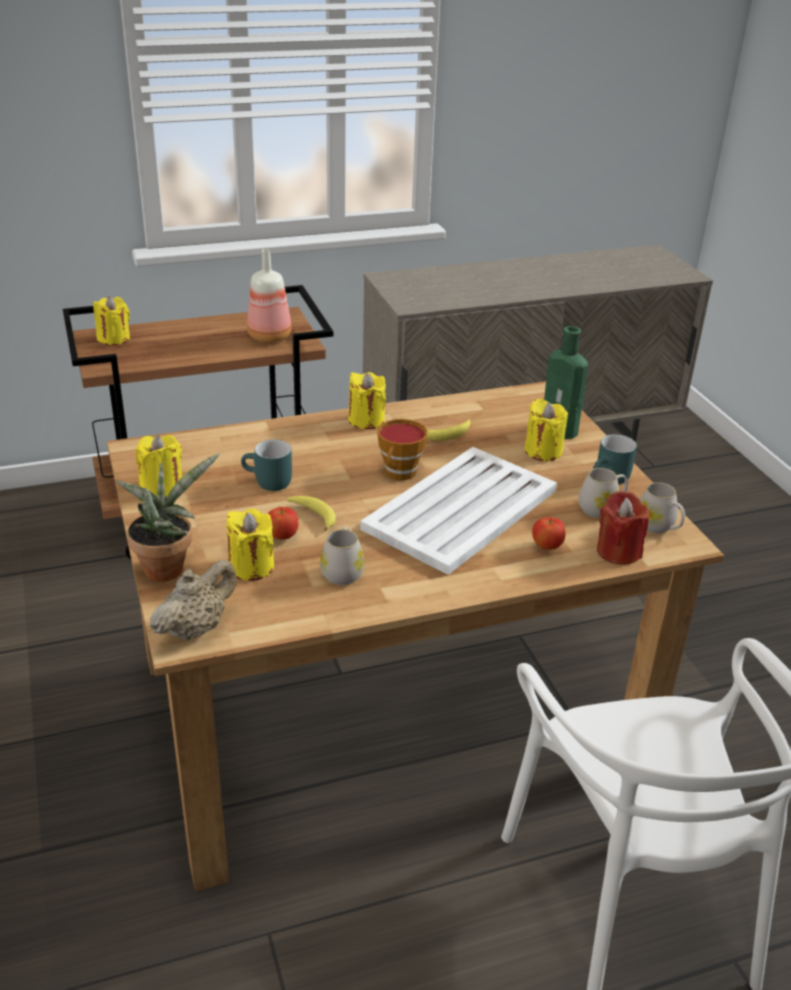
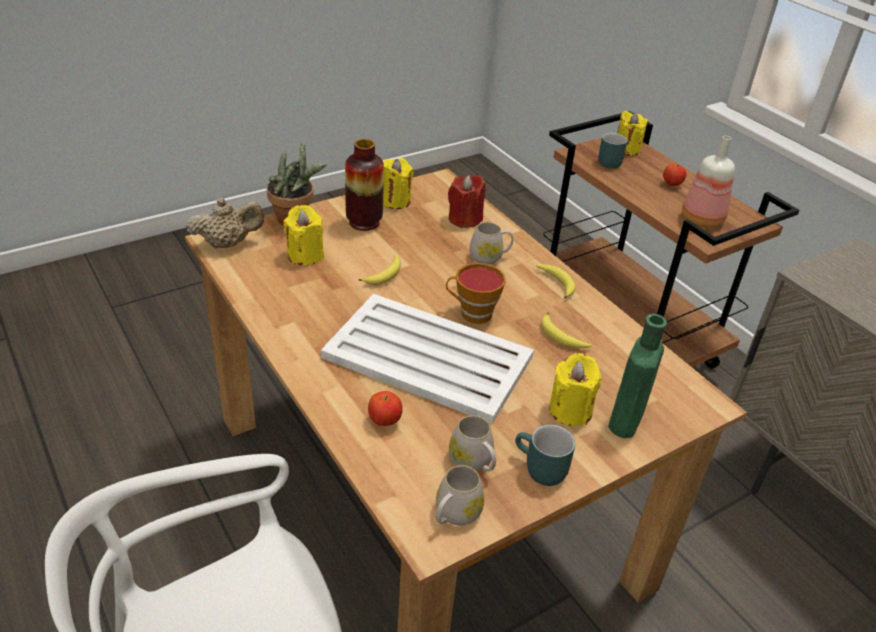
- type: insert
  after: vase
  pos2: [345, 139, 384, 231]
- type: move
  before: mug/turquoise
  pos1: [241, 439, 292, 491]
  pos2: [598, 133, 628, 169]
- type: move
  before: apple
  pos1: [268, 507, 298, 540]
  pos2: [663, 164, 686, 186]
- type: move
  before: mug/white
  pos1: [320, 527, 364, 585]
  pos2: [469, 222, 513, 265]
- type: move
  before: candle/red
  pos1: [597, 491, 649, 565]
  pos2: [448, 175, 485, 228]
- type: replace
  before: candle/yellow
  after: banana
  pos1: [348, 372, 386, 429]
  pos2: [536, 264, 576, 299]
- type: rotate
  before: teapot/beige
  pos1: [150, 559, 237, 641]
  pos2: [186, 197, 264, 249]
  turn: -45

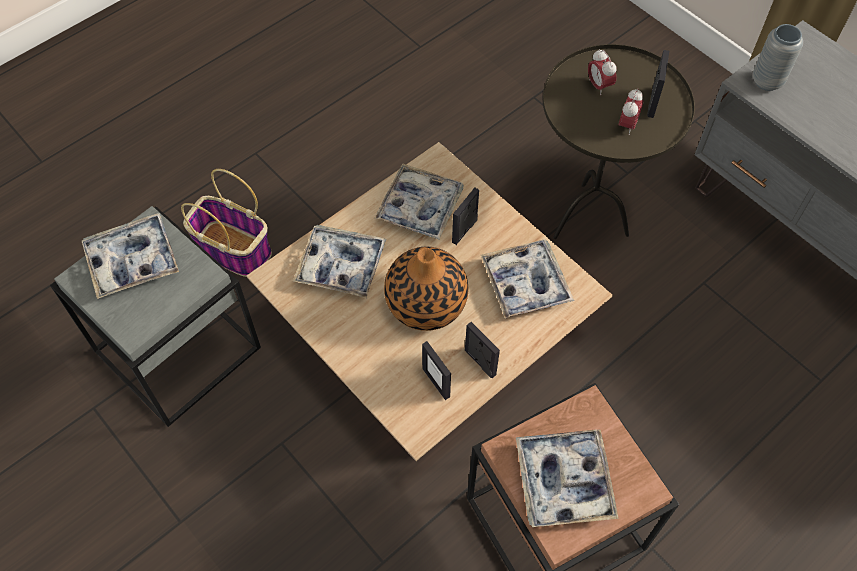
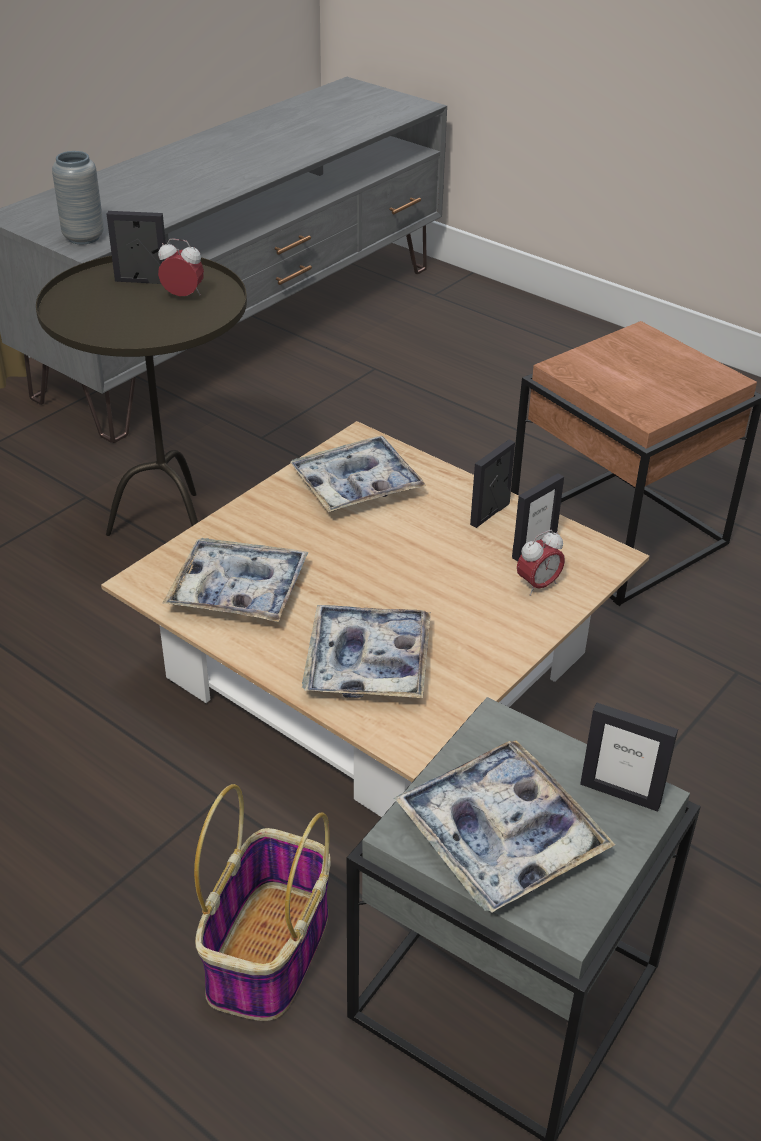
- type: delete
  before: vase
  pos1: [384, 247, 468, 331]
- type: delete
  before: tray
  pos1: [516, 430, 619, 527]
- type: move
  before: picture frame
  pos1: [452, 188, 479, 245]
  pos2: [580, 703, 678, 812]
- type: move
  before: alarm clock
  pos1: [588, 49, 617, 95]
  pos2: [517, 530, 565, 596]

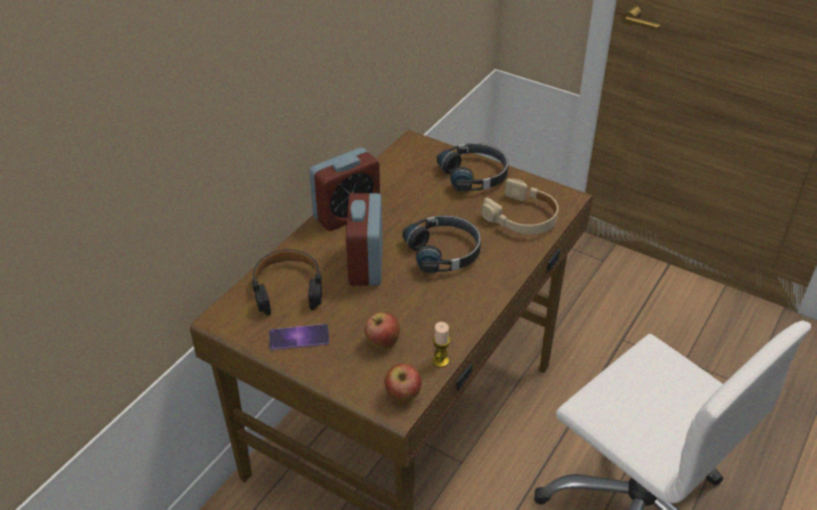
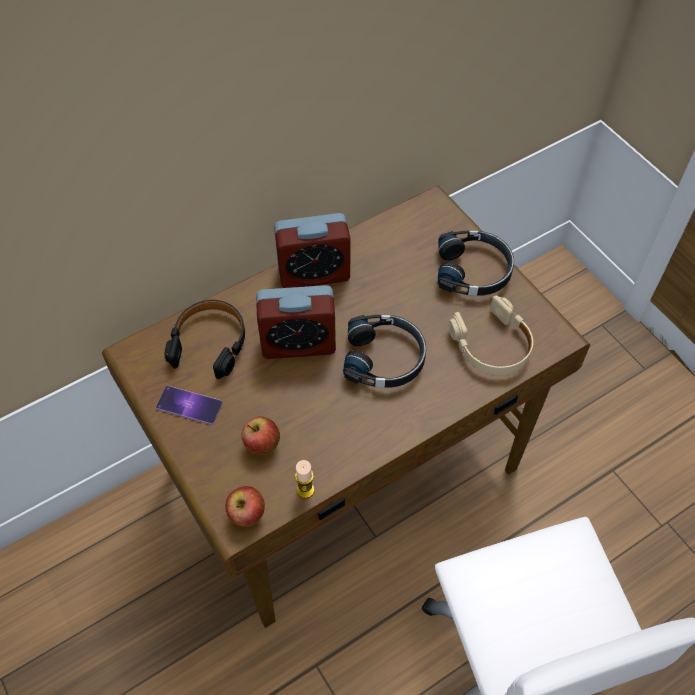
- type: rotate
  before: alarm clock
  pos1: [346, 193, 383, 285]
  pos2: [256, 285, 336, 359]
  turn: -120

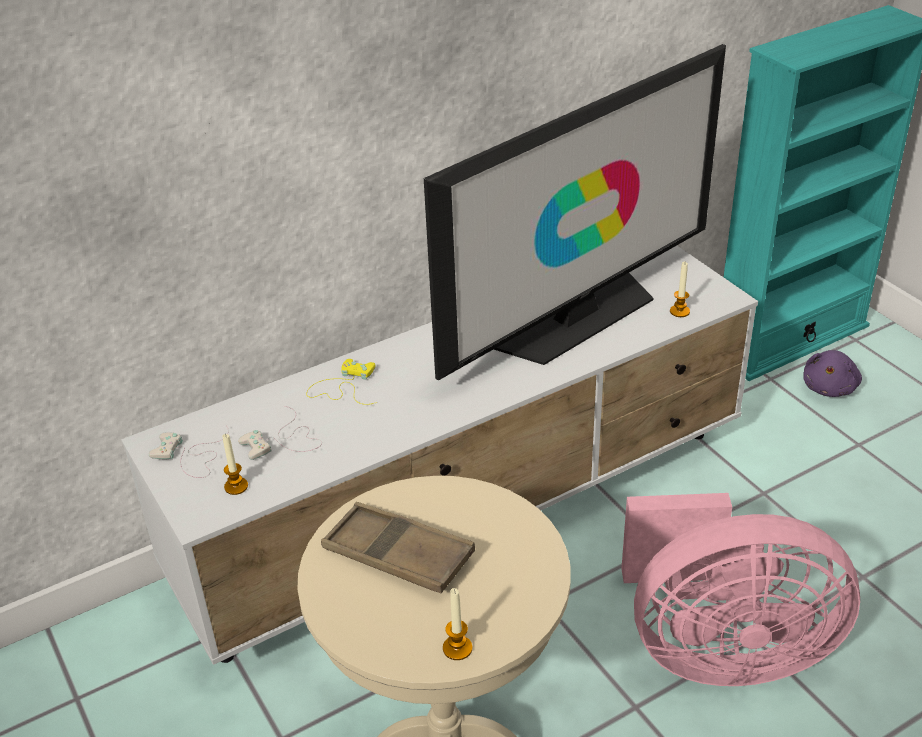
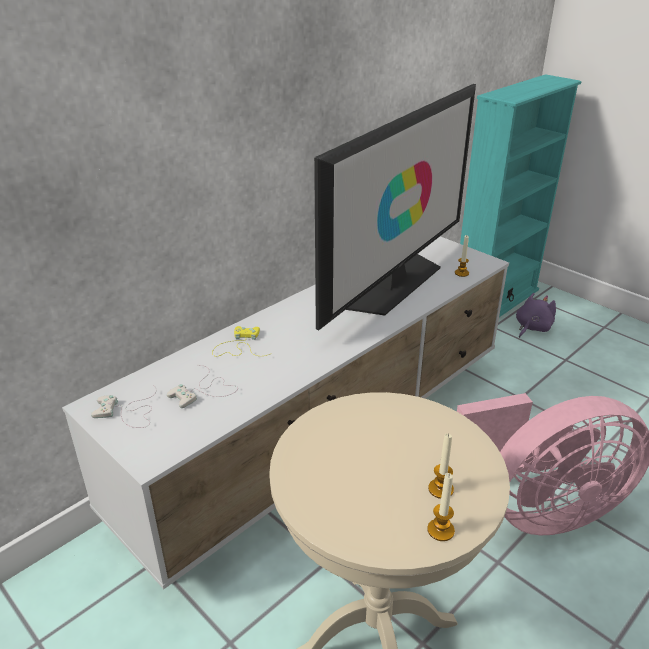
- type: delete
  before: tray/brown
  pos1: [321, 502, 475, 593]
- type: move
  before: candle
  pos1: [222, 434, 248, 495]
  pos2: [428, 433, 454, 499]
- type: rotate
  before: plush toy/purple
  pos1: [803, 350, 862, 397]
  pos2: [516, 293, 556, 338]
  turn: -150

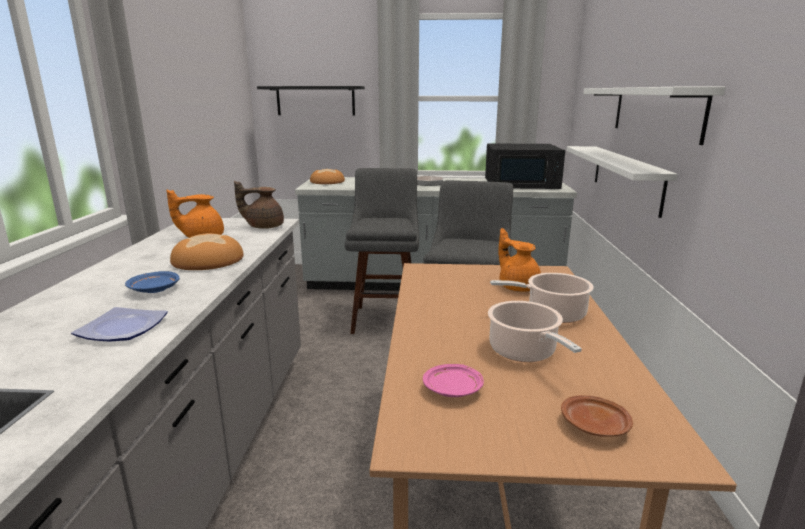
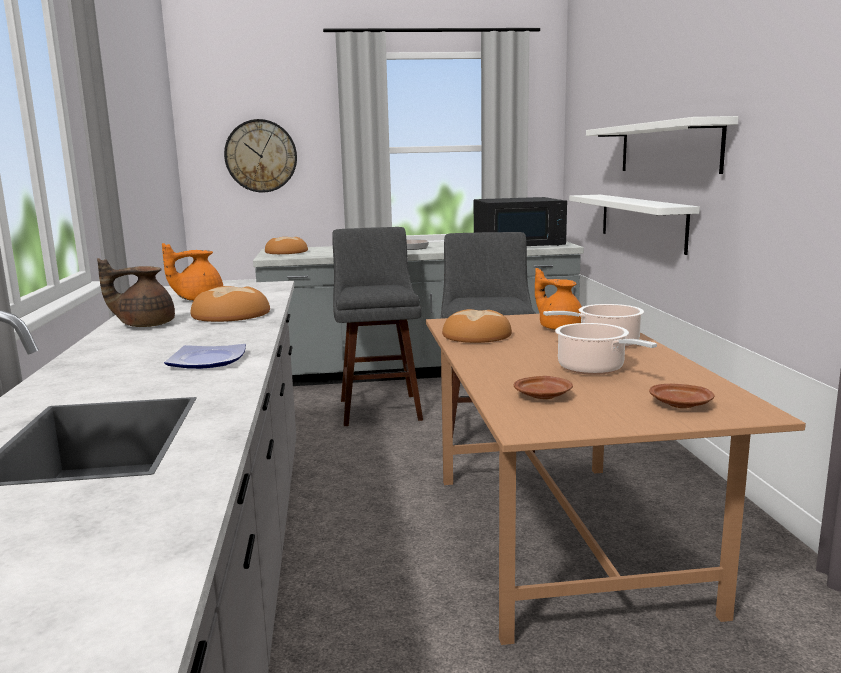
- type: delete
  before: plate/blue
  pos1: [125, 271, 180, 293]
- type: insert
  after: bread
  pos2: [442, 309, 512, 343]
- type: move
  before: teapot/brown
  pos1: [234, 181, 284, 229]
  pos2: [97, 258, 175, 327]
- type: replace
  before: shelf/black
  after: wall clock
  pos1: [257, 86, 365, 115]
  pos2: [224, 119, 297, 193]
- type: recolor
  before: plate/pink
  after: plate/brown
  pos1: [423, 364, 484, 397]
  pos2: [514, 376, 573, 399]

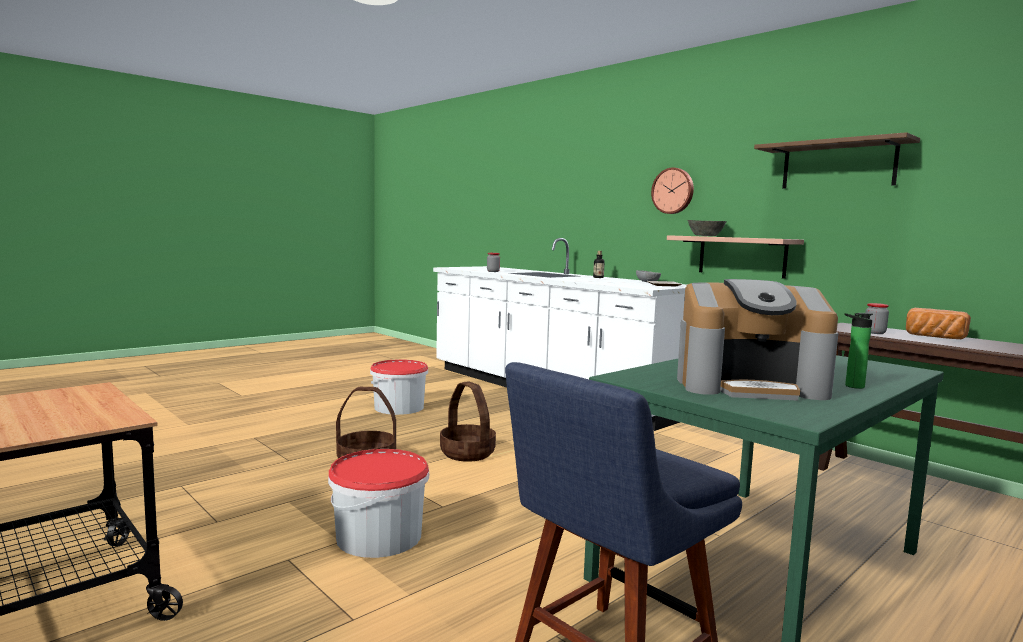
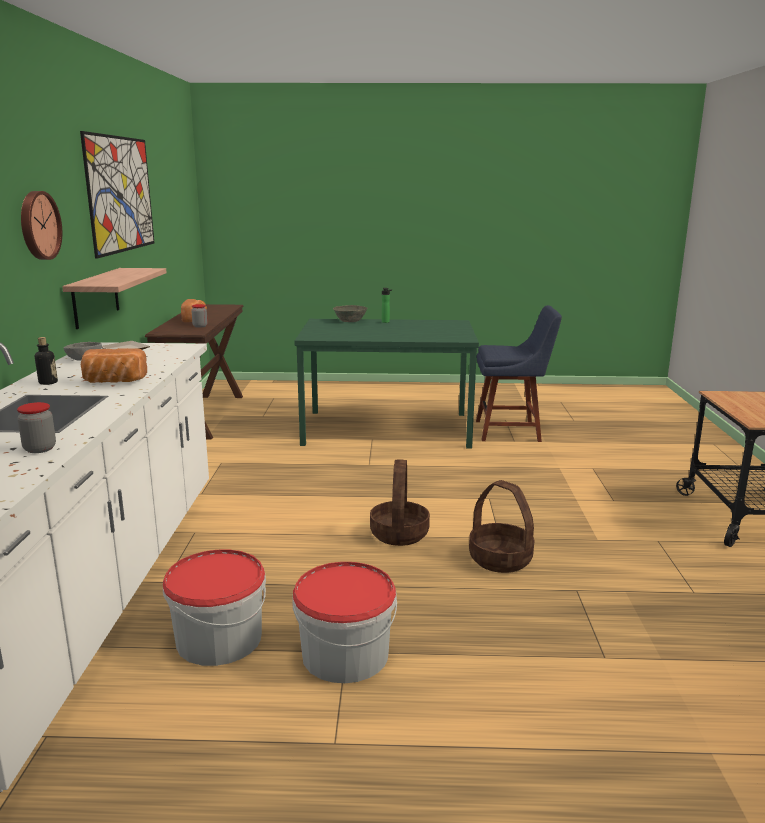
- type: delete
  before: coffee machine
  pos1: [677, 279, 838, 401]
- type: insert
  after: bread
  pos2: [81, 348, 147, 383]
- type: move
  before: bucket
  pos1: [328, 449, 429, 558]
  pos2: [163, 549, 266, 666]
- type: move
  before: bowl/grey
  pos1: [687, 220, 727, 236]
  pos2: [333, 305, 368, 322]
- type: replace
  before: shelf/brown
  after: picture
  pos1: [754, 132, 920, 188]
  pos2: [80, 131, 154, 259]

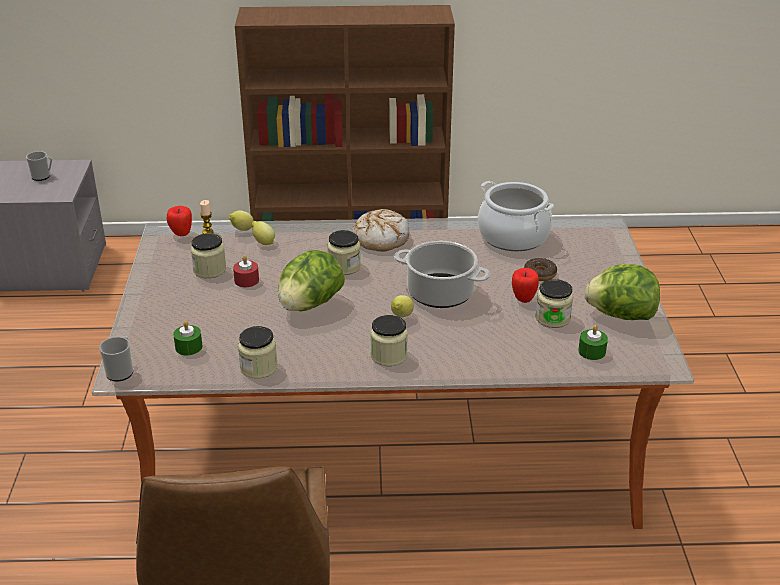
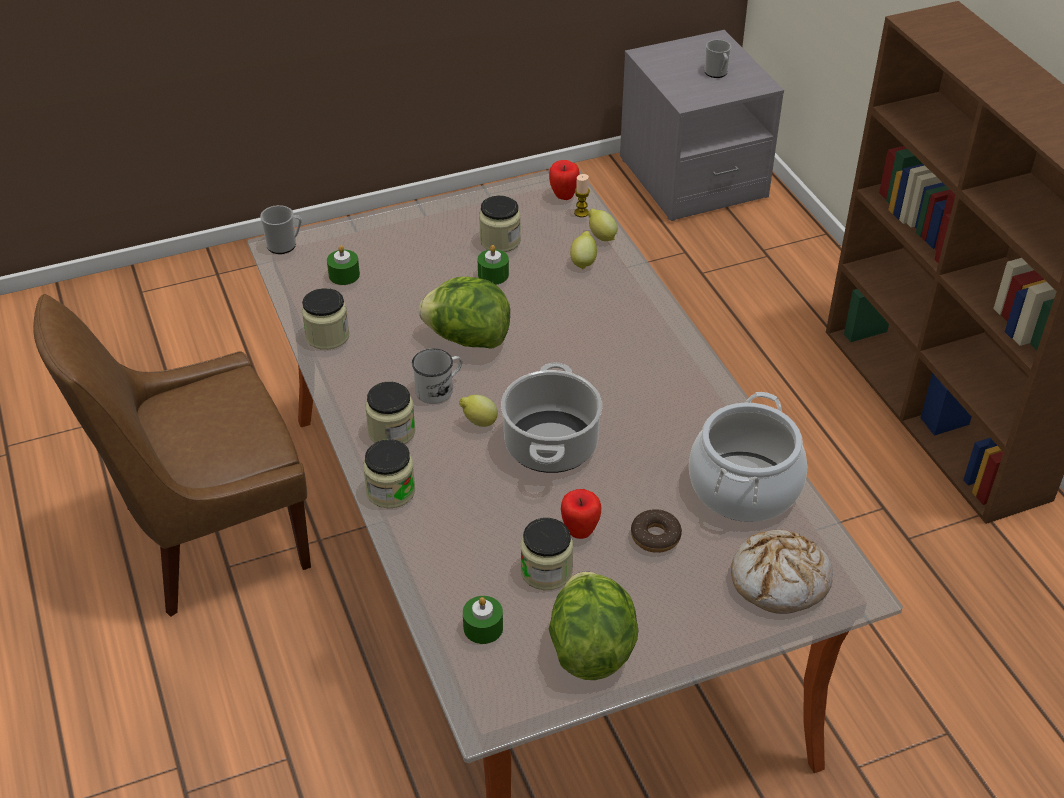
- type: insert
  after: mug/white
  pos2: [412, 349, 462, 404]
- type: move
  before: jar
  pos1: [327, 230, 361, 275]
  pos2: [363, 439, 415, 508]
- type: move
  before: bread
  pos1: [352, 209, 409, 252]
  pos2: [731, 530, 833, 614]
- type: recolor
  before: candle/red
  after: candle/green
  pos1: [233, 255, 259, 287]
  pos2: [477, 245, 509, 285]

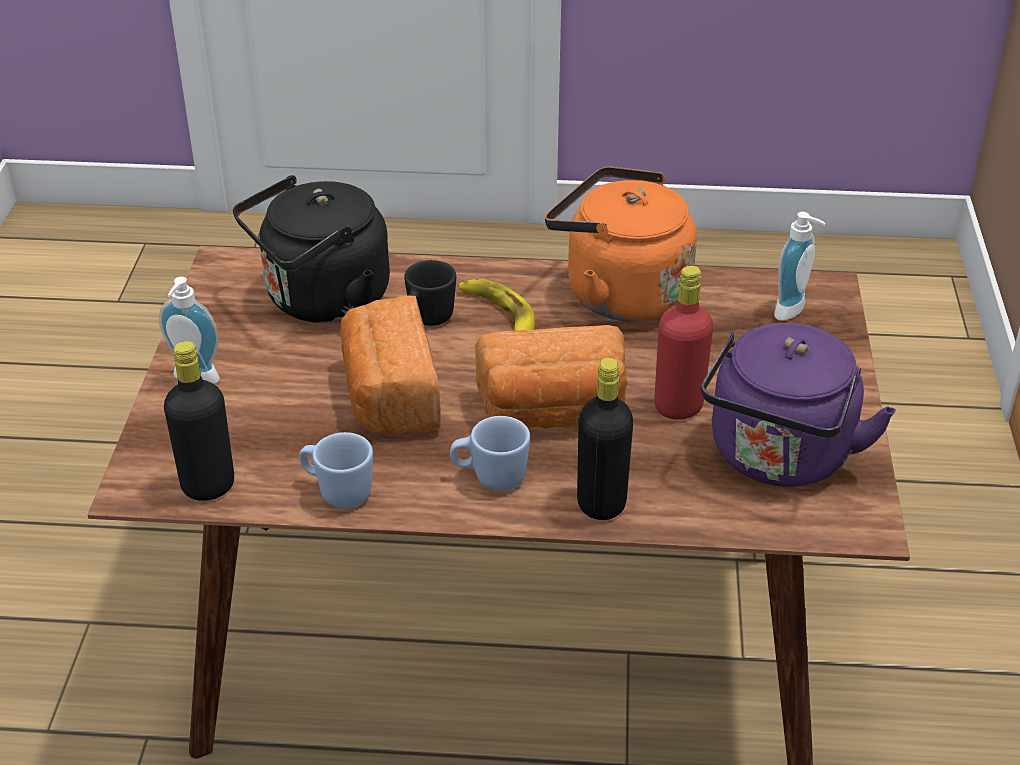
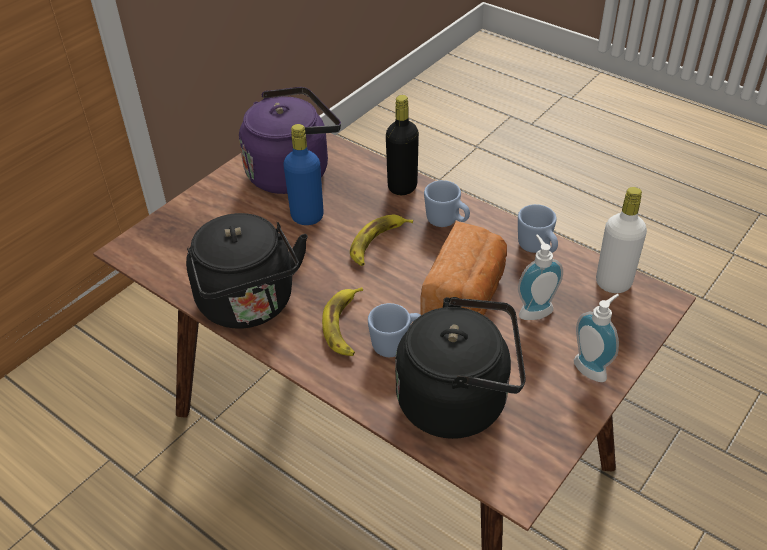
- type: move
  before: soap dispenser
  pos1: [774, 212, 826, 321]
  pos2: [518, 235, 563, 320]
- type: replace
  before: bread
  after: banana
  pos1: [475, 325, 628, 429]
  pos2: [350, 215, 413, 266]
- type: recolor
  before: bottle/black
  after: bottle/white
  pos1: [164, 341, 234, 501]
  pos2: [596, 187, 647, 293]
- type: recolor
  before: mug/black
  after: mug/blue
  pos1: [404, 260, 456, 326]
  pos2: [368, 303, 421, 357]
- type: recolor
  before: kettle/orange
  after: kettle/black
  pos1: [545, 166, 697, 322]
  pos2: [186, 213, 308, 329]
- type: recolor
  before: bottle/red
  after: bottle/blue
  pos1: [654, 266, 713, 420]
  pos2: [283, 124, 324, 225]

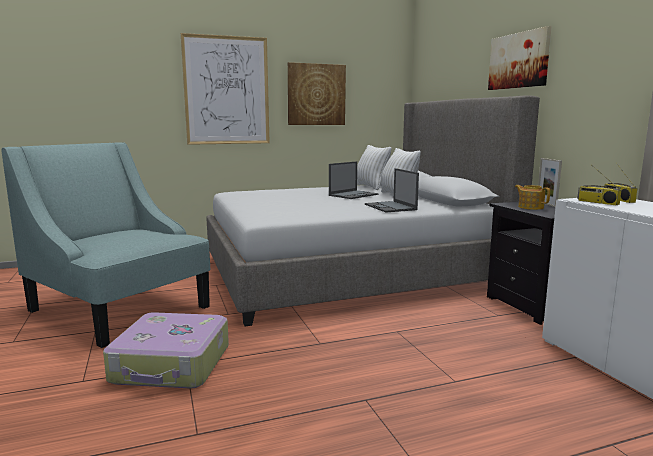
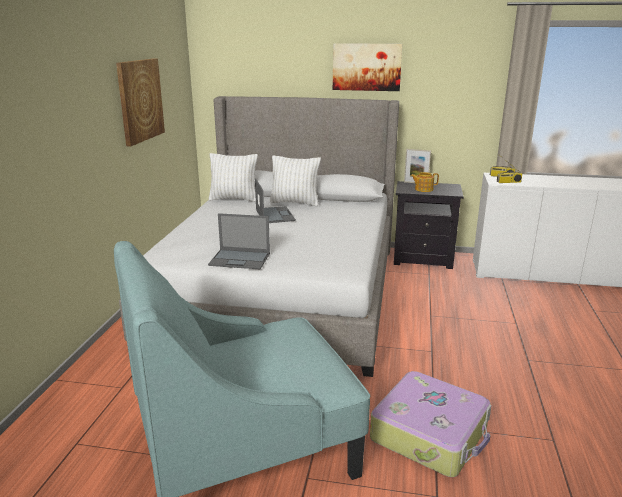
- type: delete
  before: picture
  pos1: [181, 33, 270, 145]
- type: move
  before: laptop
  pos1: [365, 168, 419, 212]
  pos2: [208, 213, 270, 269]

